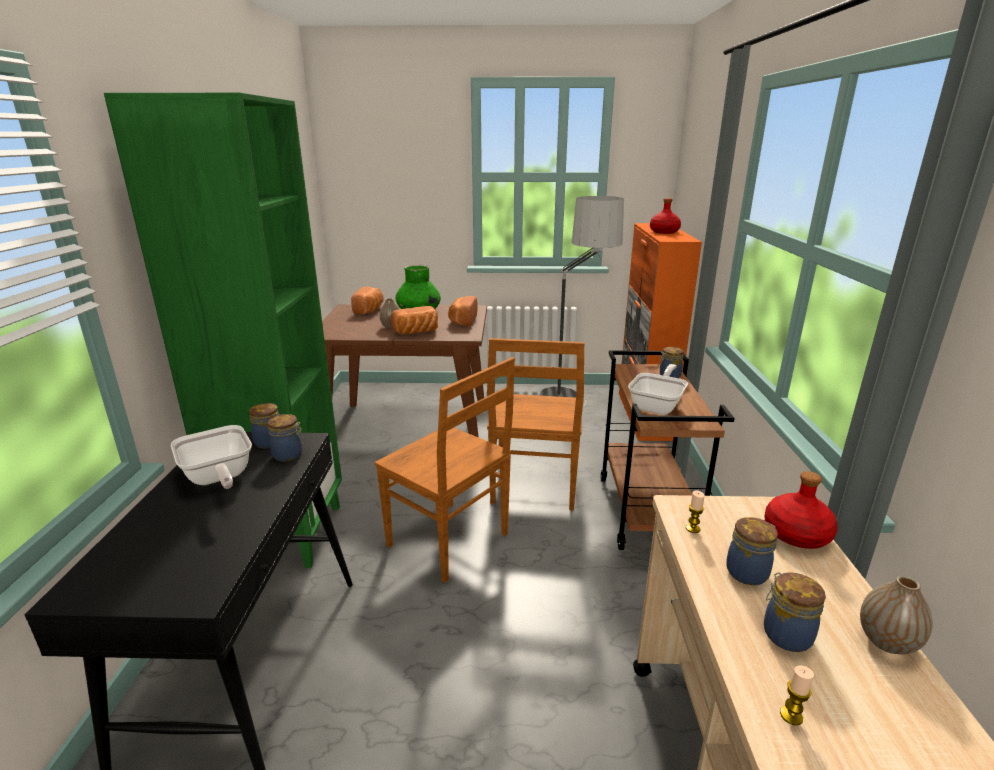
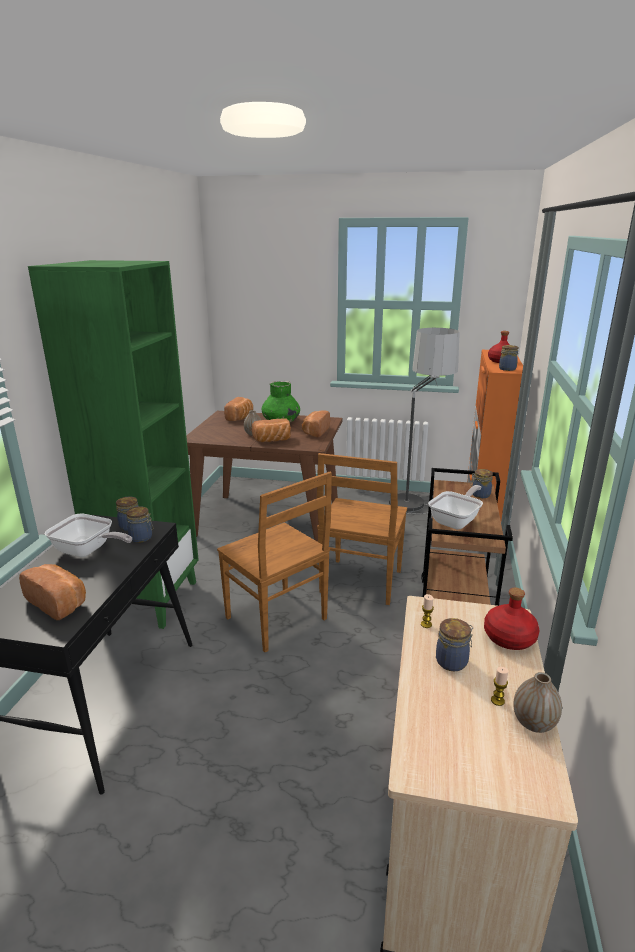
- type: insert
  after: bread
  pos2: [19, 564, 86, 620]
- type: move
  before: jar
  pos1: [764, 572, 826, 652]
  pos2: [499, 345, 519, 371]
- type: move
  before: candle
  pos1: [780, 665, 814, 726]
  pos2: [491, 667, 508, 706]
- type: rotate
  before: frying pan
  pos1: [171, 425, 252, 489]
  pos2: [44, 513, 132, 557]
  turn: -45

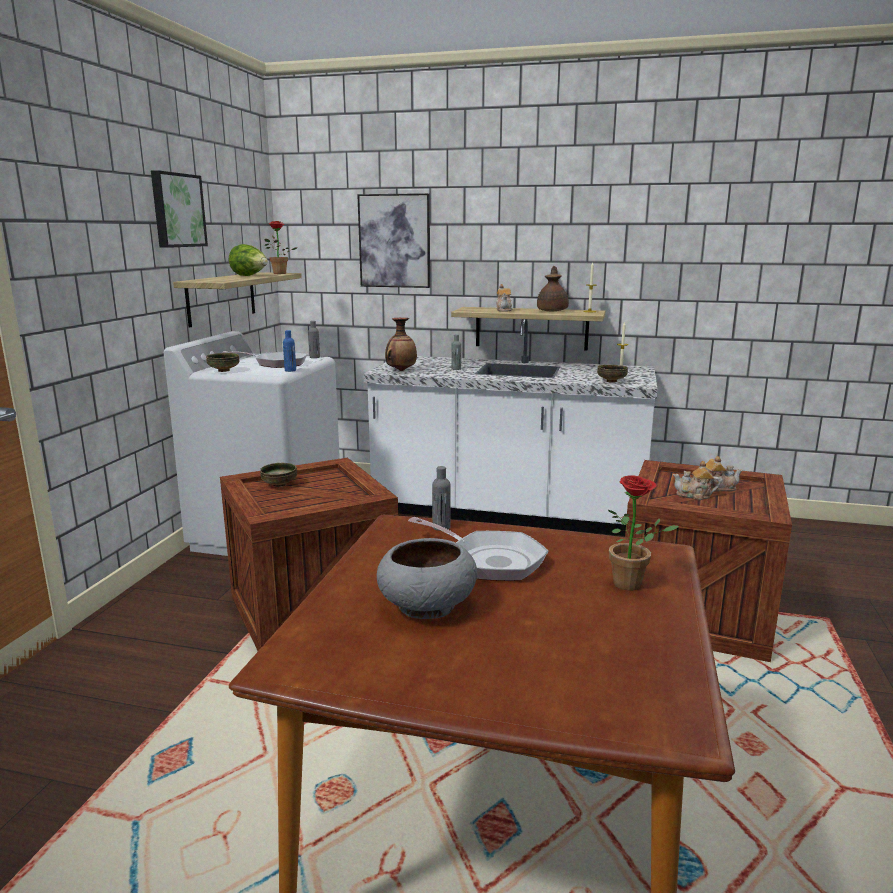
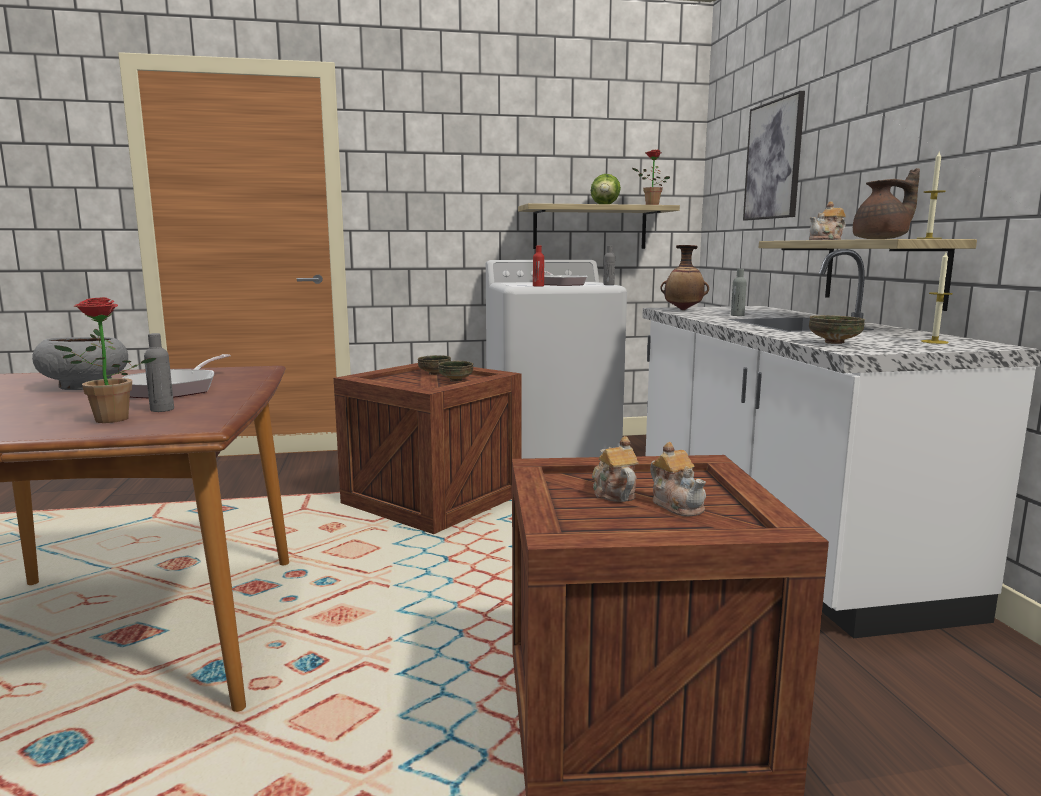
- type: delete
  before: picture
  pos1: [151, 170, 208, 248]
- type: move
  before: bowl
  pos1: [206, 353, 239, 372]
  pos2: [438, 361, 473, 382]
- type: move
  before: bottle/grey
  pos1: [432, 466, 451, 531]
  pos2: [144, 333, 174, 412]
- type: recolor
  before: bottle/blue
  after: bottle/red
  pos1: [283, 330, 296, 372]
  pos2: [533, 246, 544, 287]

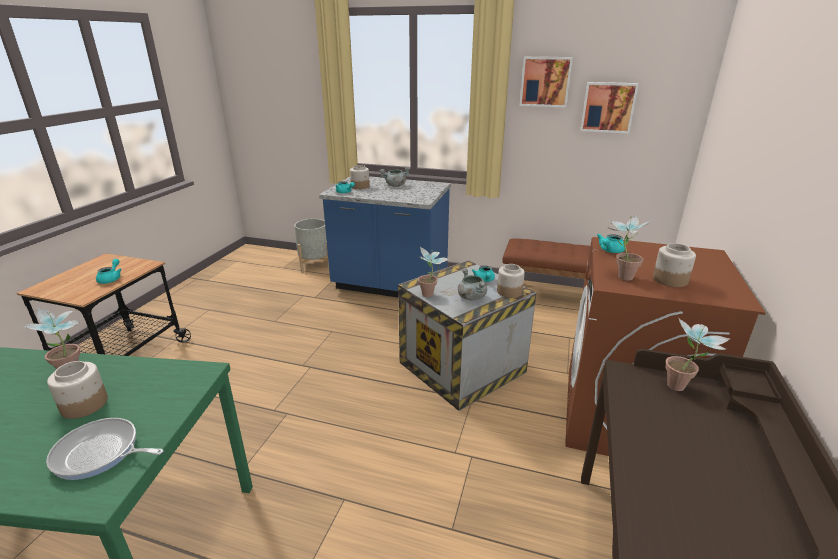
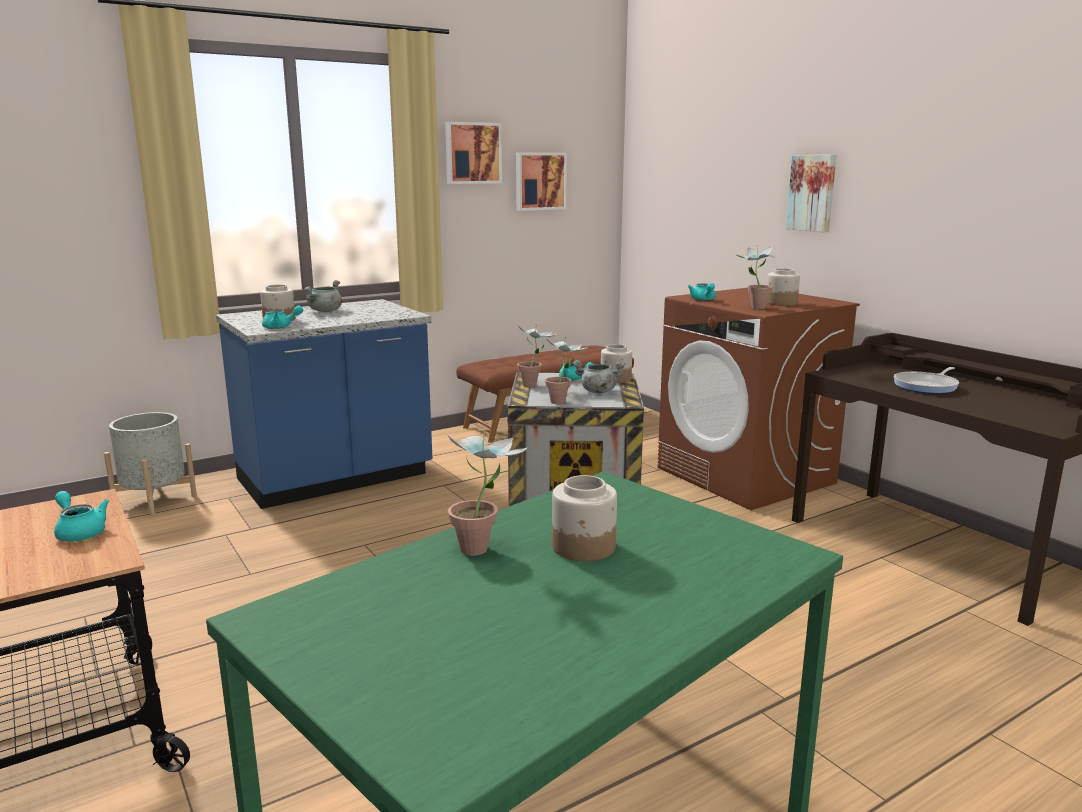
- type: insert
  after: picture
  pos2: [786, 155, 837, 232]
- type: move
  before: frying pan
  pos1: [46, 418, 164, 480]
  pos2: [894, 367, 959, 394]
- type: move
  before: potted plant
  pos1: [666, 319, 731, 391]
  pos2: [517, 324, 556, 387]

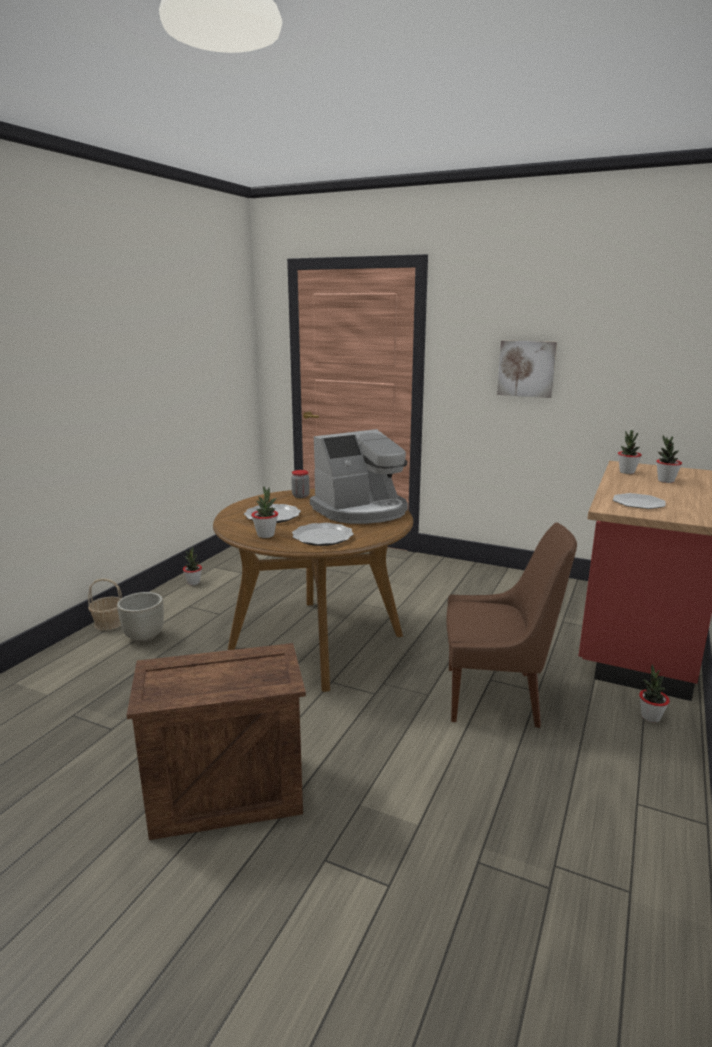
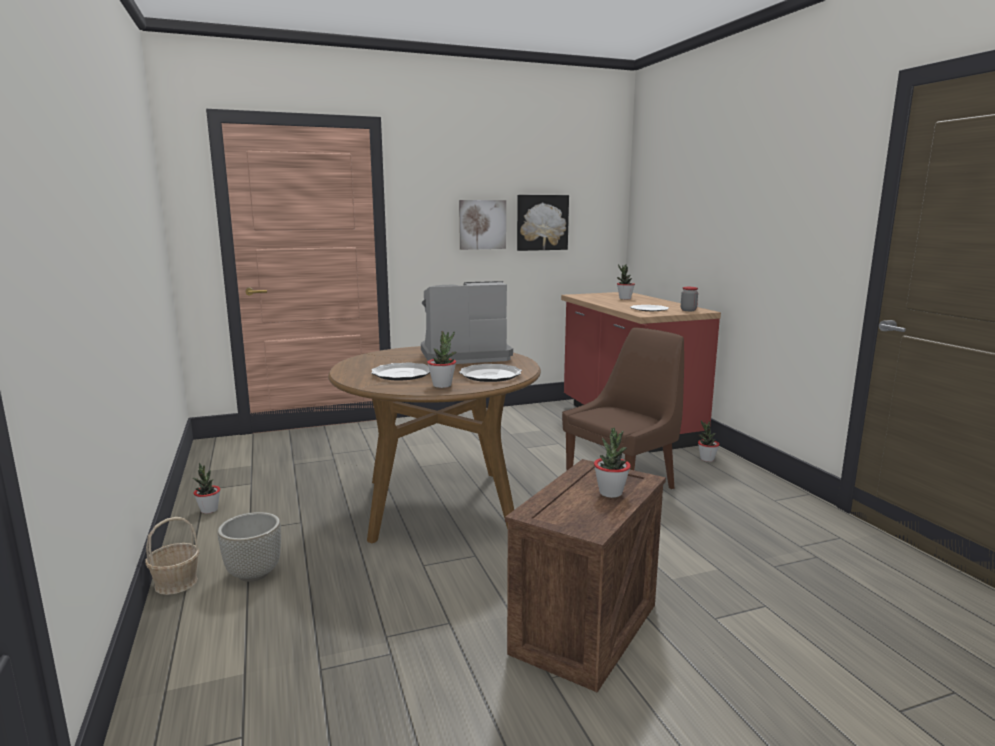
- type: insert
  after: picture
  pos2: [517, 195, 569, 251]
- type: move
  before: jar
  pos1: [291, 470, 310, 498]
  pos2: [681, 287, 698, 311]
- type: move
  before: potted plant
  pos1: [618, 430, 642, 474]
  pos2: [594, 427, 631, 498]
- type: rotate
  before: coffee machine
  pos1: [310, 429, 408, 524]
  pos2: [421, 281, 513, 364]
  turn: -120

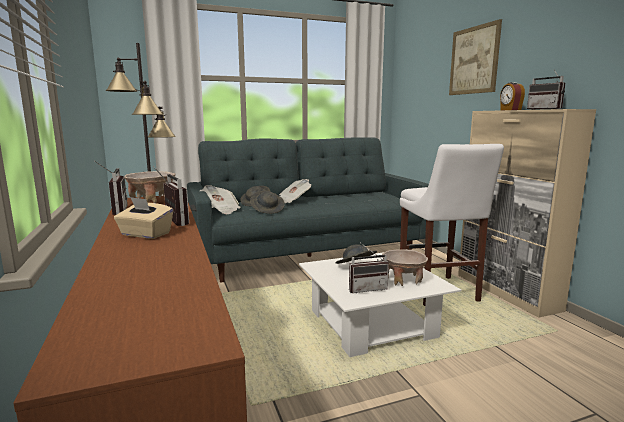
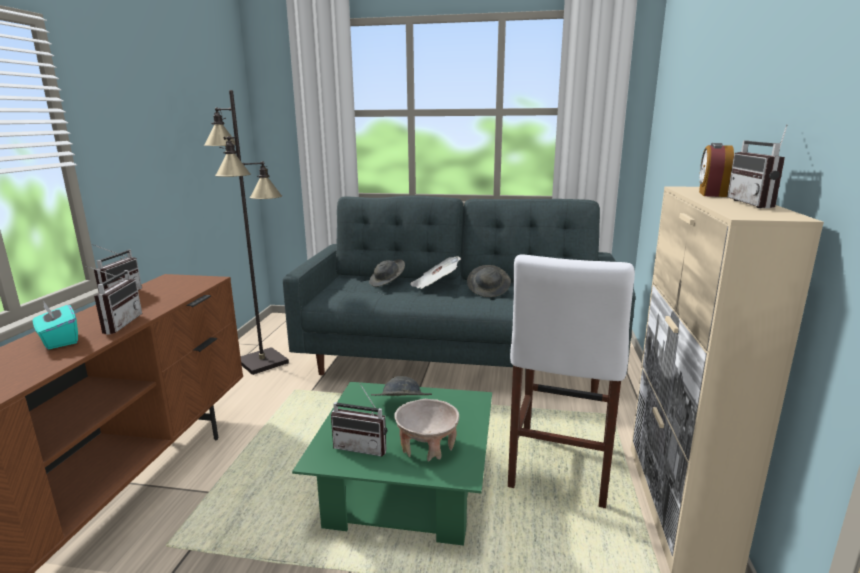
- type: delete
  before: bowl/beige
  pos1: [124, 171, 175, 203]
- type: delete
  before: newspaper
  pos1: [200, 185, 241, 214]
- type: delete
  before: picture
  pos1: [449, 19, 502, 95]
- type: move
  before: hat/grey
  pos1: [250, 191, 285, 214]
  pos2: [467, 265, 511, 297]
- type: recolor
  before: tissue box/beige
  after: tissue box/turquoise
  pos1: [114, 197, 173, 239]
  pos2: [33, 301, 78, 349]
- type: recolor
  before: coffee table/white
  after: coffee table/green
  pos1: [299, 252, 461, 357]
  pos2: [292, 382, 492, 546]

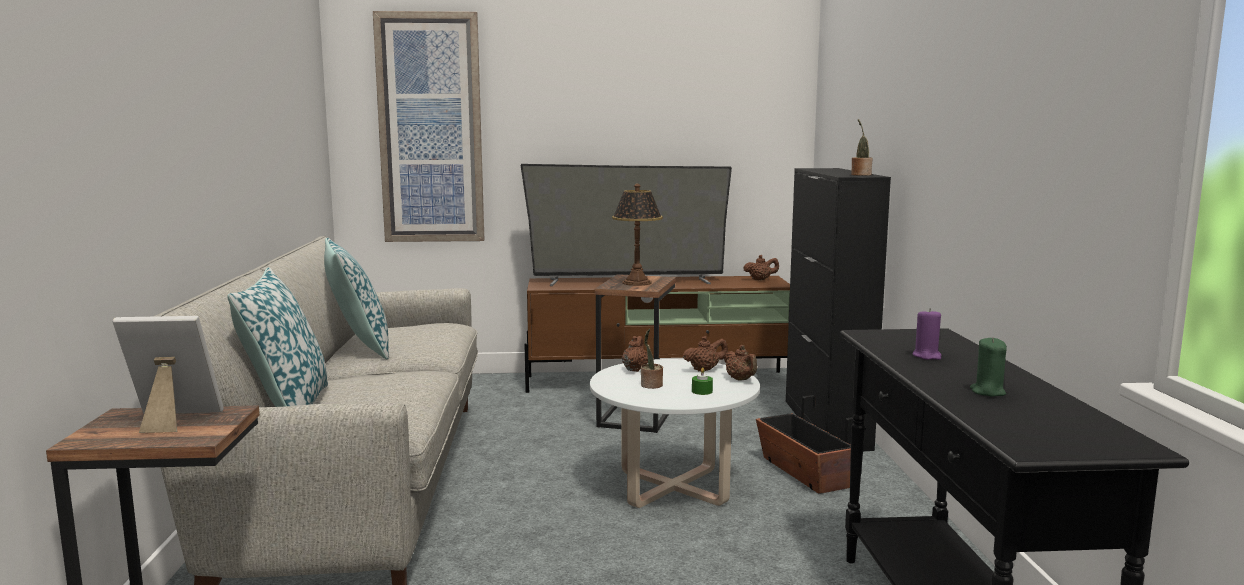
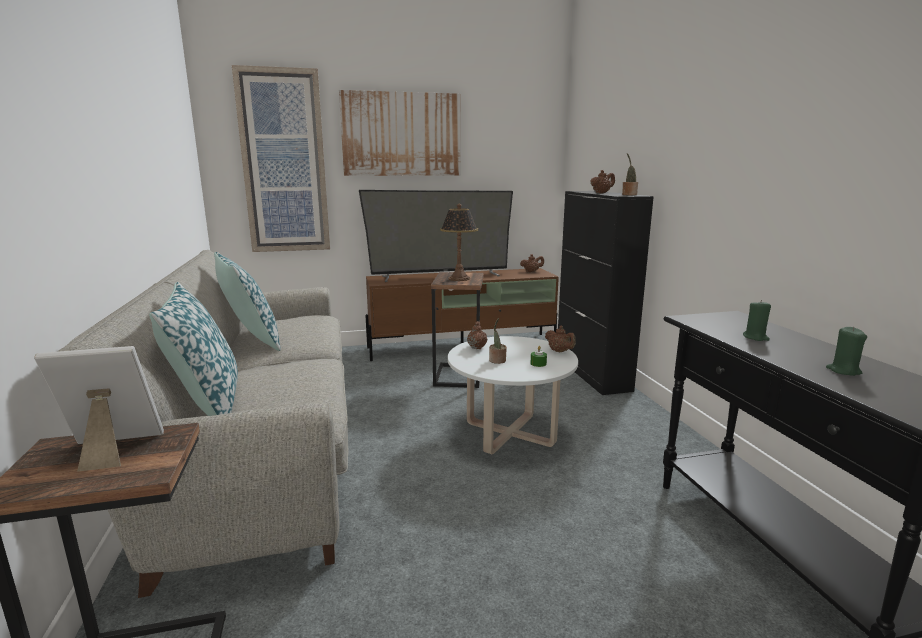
- type: delete
  before: planter
  pos1: [756, 395, 853, 494]
- type: insert
  after: picture
  pos2: [339, 90, 460, 176]
- type: move
  before: teapot/brown
  pos1: [683, 336, 728, 371]
  pos2: [590, 170, 615, 194]
- type: recolor
  before: candle/purple
  after: candle/green
  pos1: [913, 308, 942, 360]
  pos2: [743, 300, 771, 341]

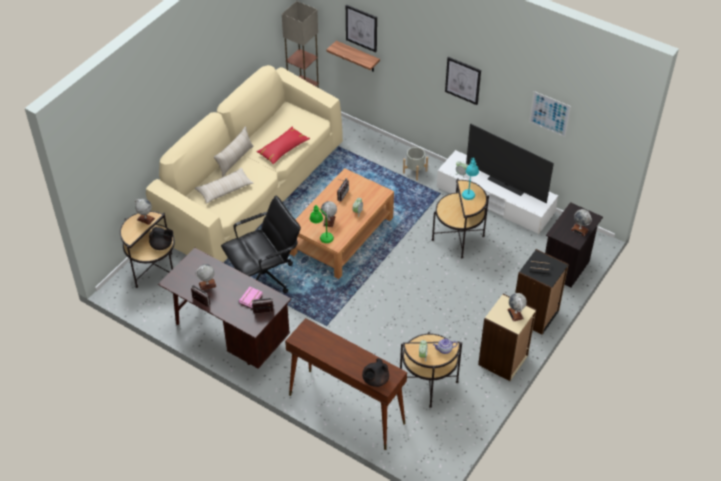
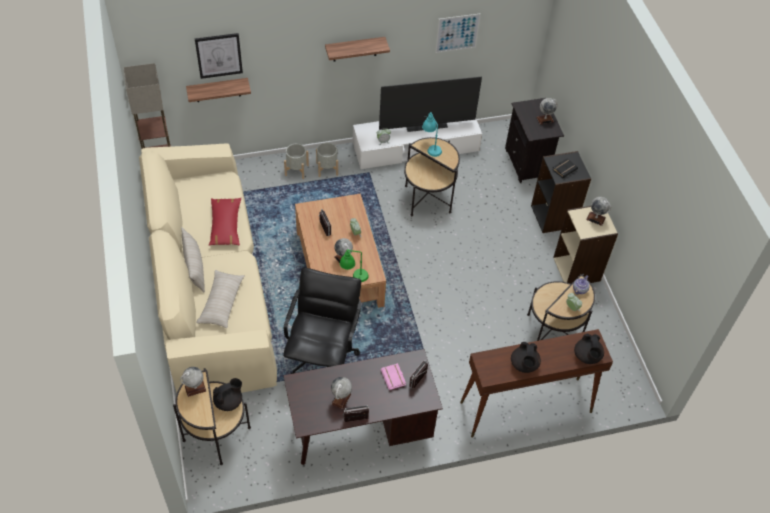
- type: insert
  after: planter/grey
  pos2: [284, 143, 309, 179]
- type: insert
  after: teapot/black
  pos2: [511, 342, 541, 373]
- type: replace
  before: picture
  after: shelf
  pos1: [445, 57, 481, 105]
  pos2: [325, 37, 390, 61]

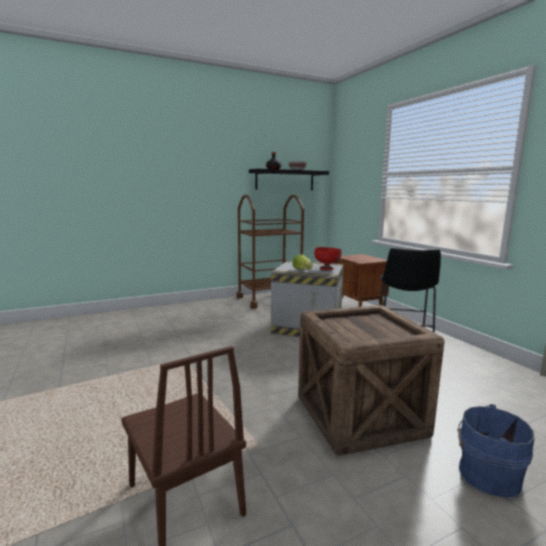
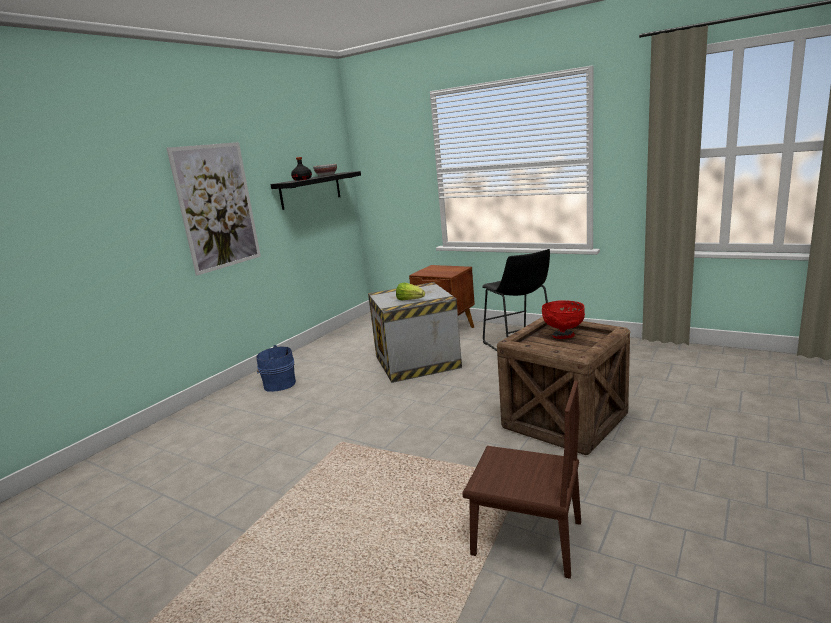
- type: delete
  before: cart/brown
  pos1: [237, 195, 304, 309]
- type: insert
  after: picture
  pos2: [166, 142, 261, 276]
- type: move
  before: bowl/red
  pos1: [314, 247, 342, 270]
  pos2: [542, 300, 585, 339]
- type: move
  before: bucket/blue
  pos1: [458, 404, 535, 498]
  pos2: [256, 345, 296, 392]

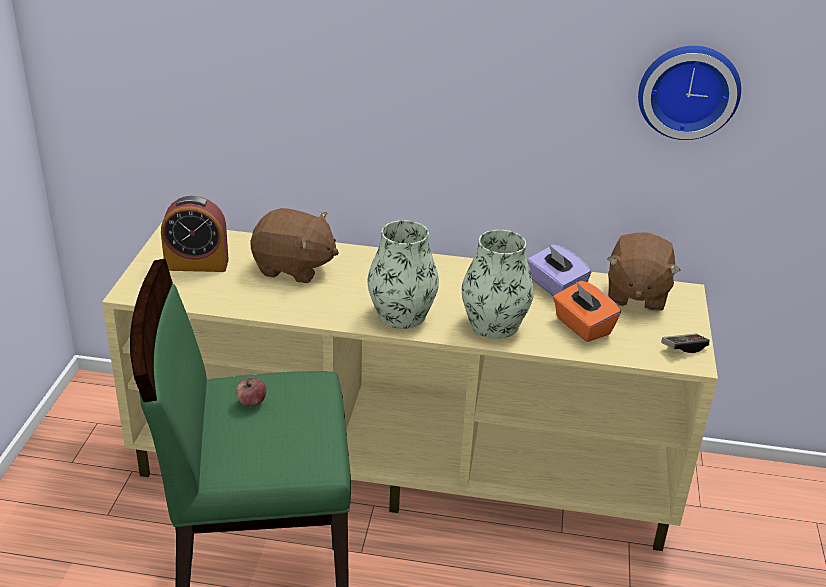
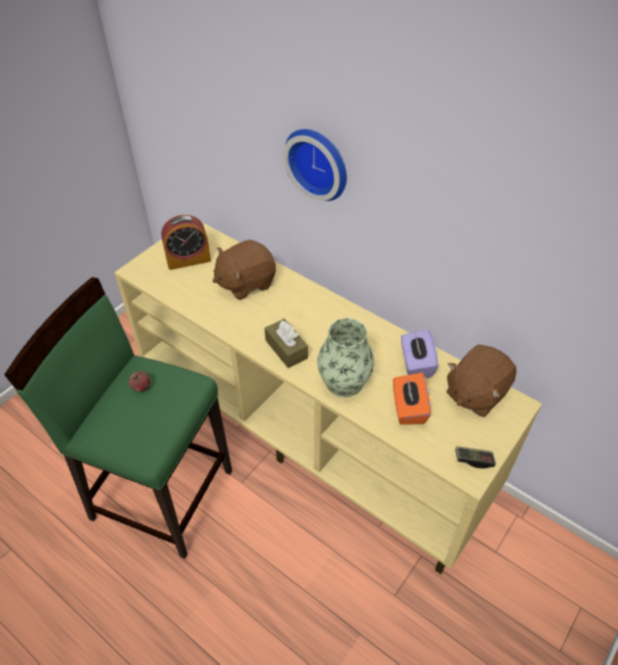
- type: move
  before: wall clock
  pos1: [638, 46, 741, 140]
  pos2: [283, 129, 347, 201]
- type: replace
  before: vase
  after: tissue box/brown
  pos1: [367, 220, 439, 329]
  pos2: [265, 319, 308, 368]
- type: rotate
  before: alarm clock
  pos1: [161, 196, 229, 272]
  pos2: [161, 215, 211, 270]
  turn: -45
- type: rotate
  before: plush toy/brown
  pos1: [250, 208, 339, 283]
  pos2: [213, 240, 276, 300]
  turn: 105

